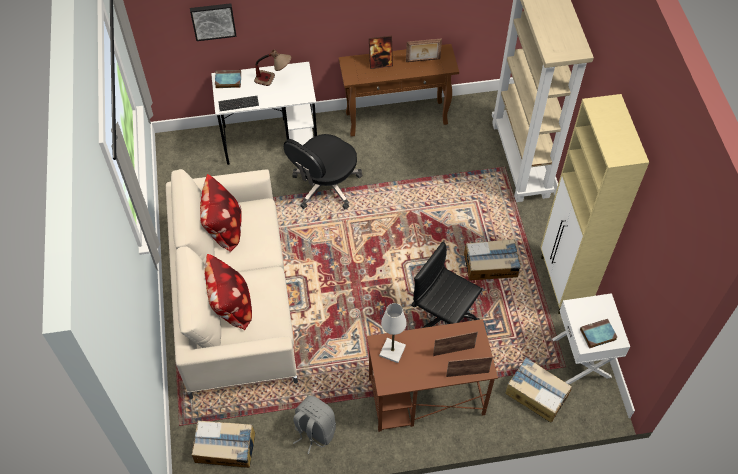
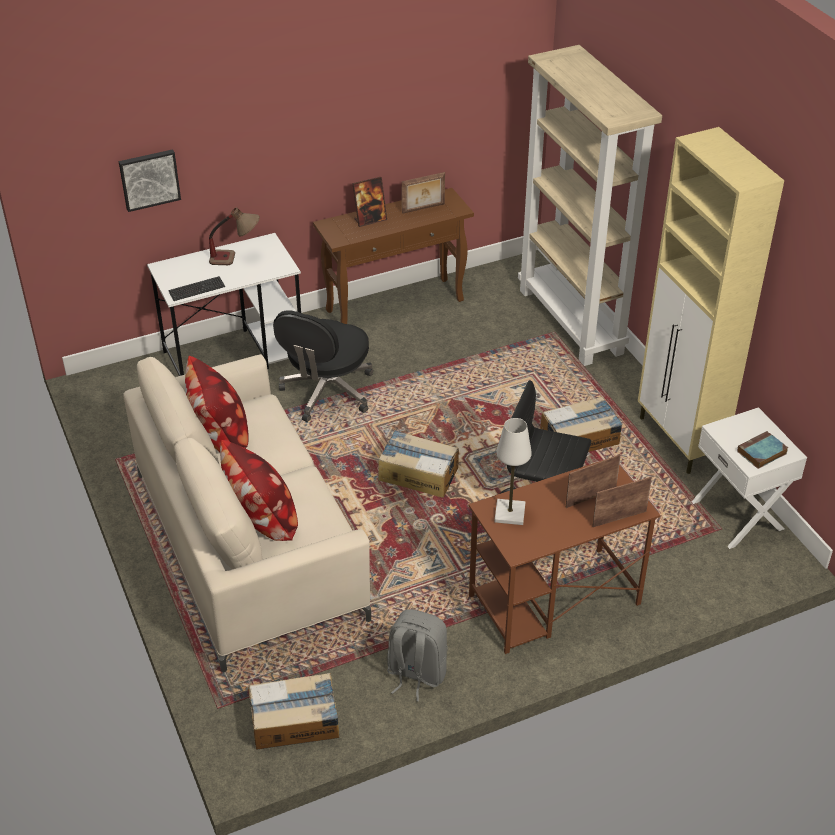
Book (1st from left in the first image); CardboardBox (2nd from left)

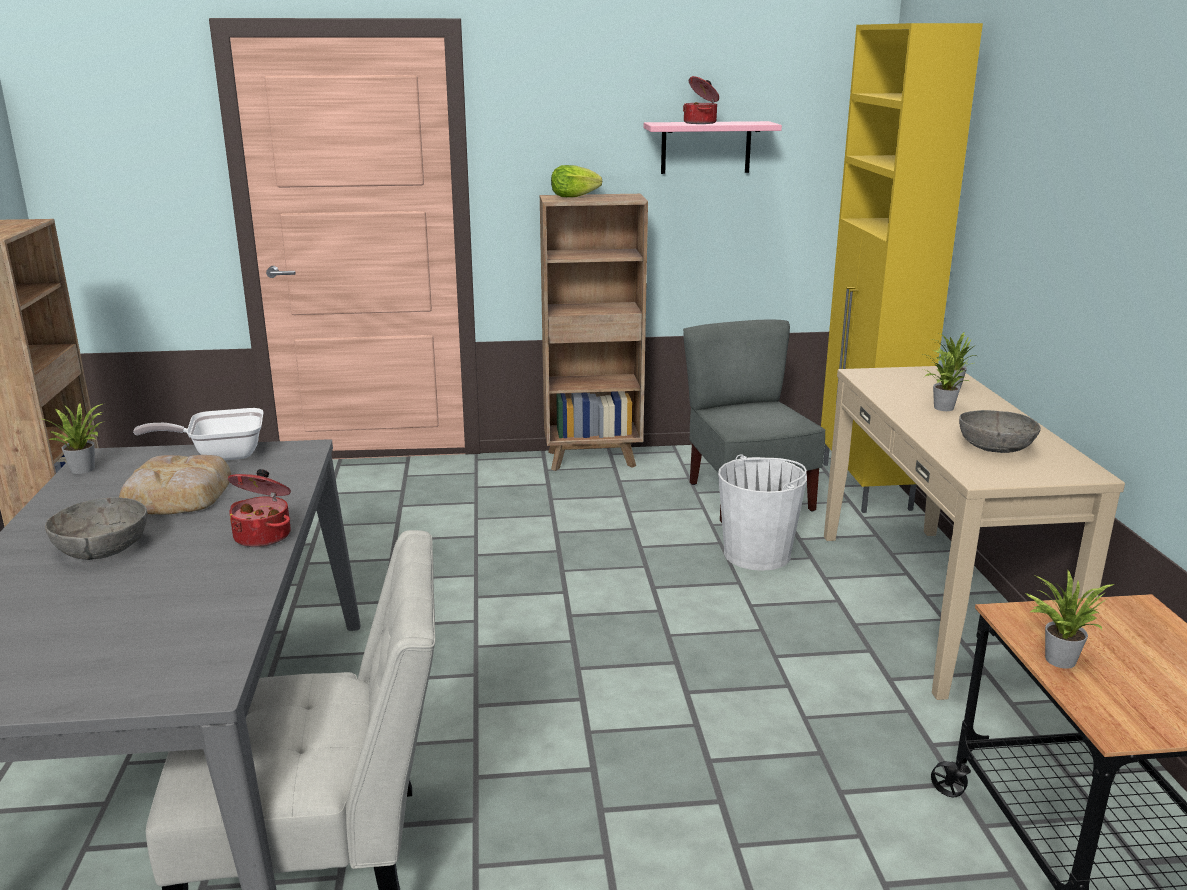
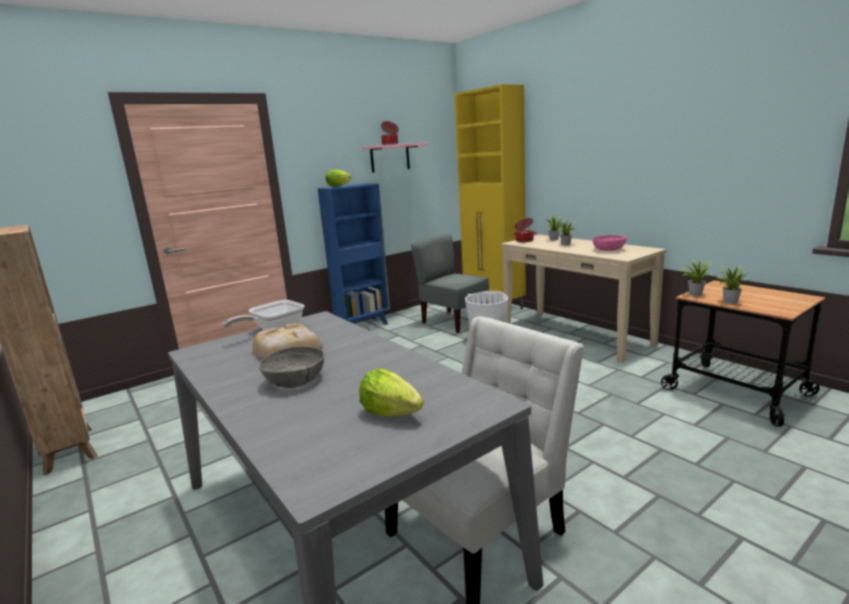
PottedPlant (3rd from left); CookingPot (2nd from left); BlueBookcase; PinkBowl; Lettuce (2nd from left)

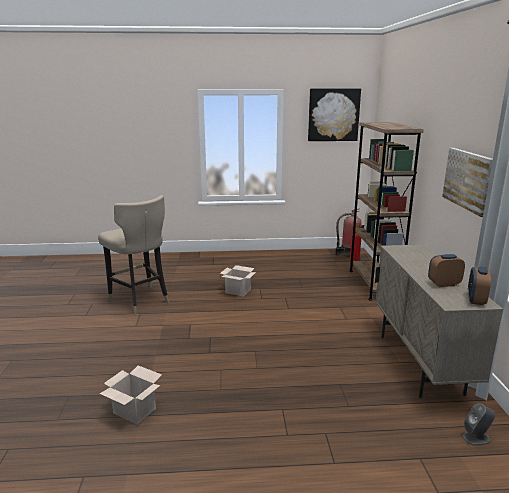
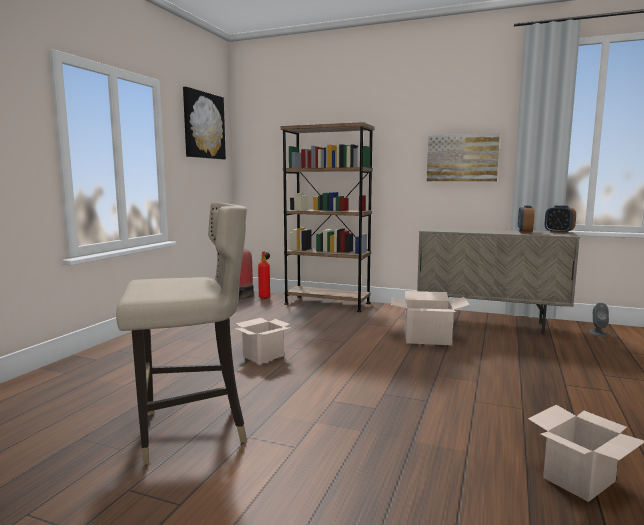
CardboardBox (2nd from left)

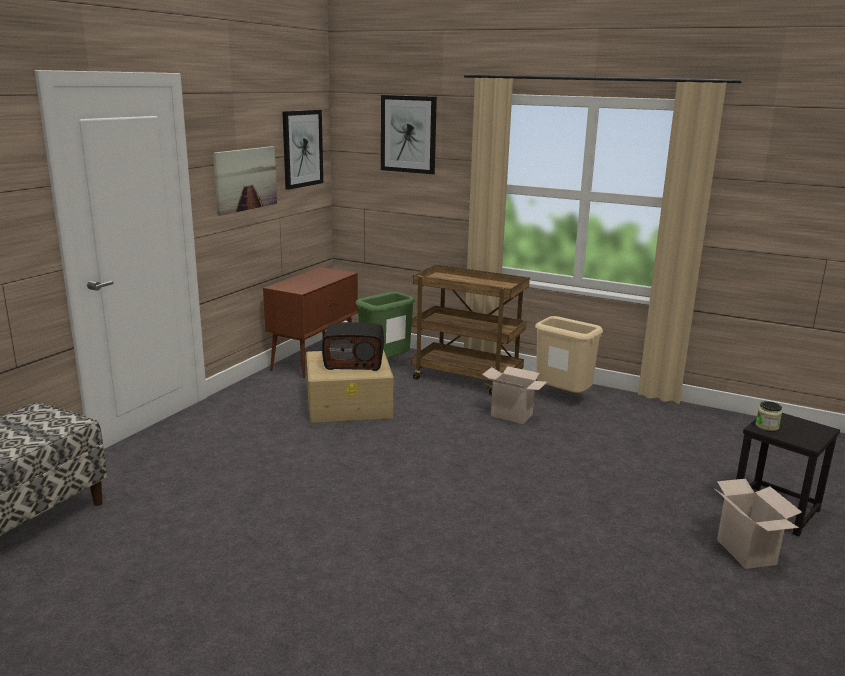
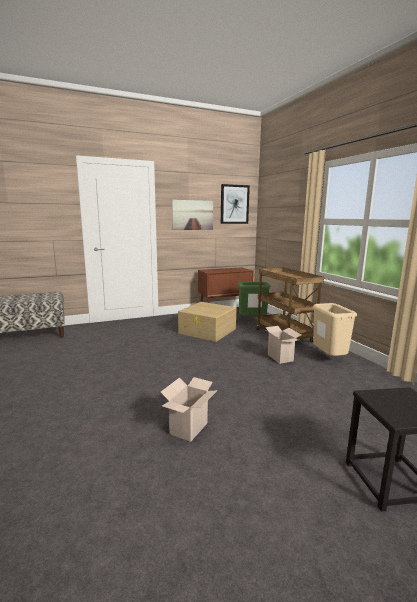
Radio; Picture (3rd from left in the first image); CardboardBox (1st from left); Jar

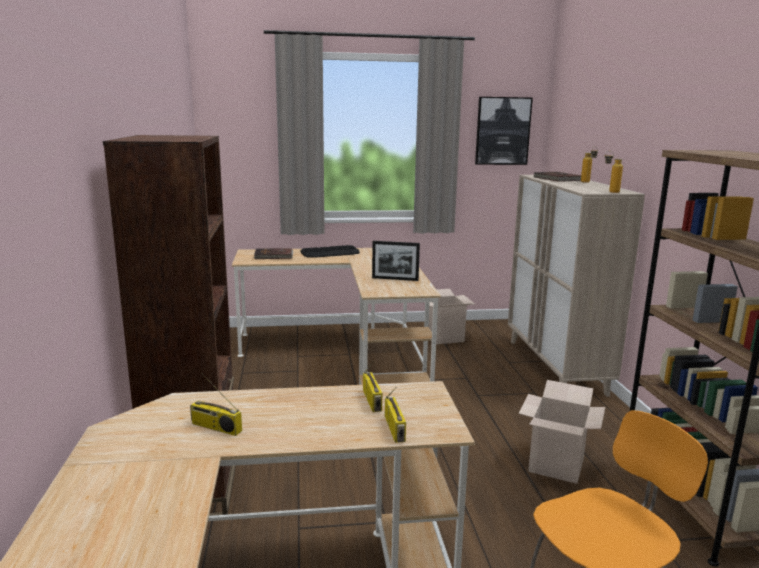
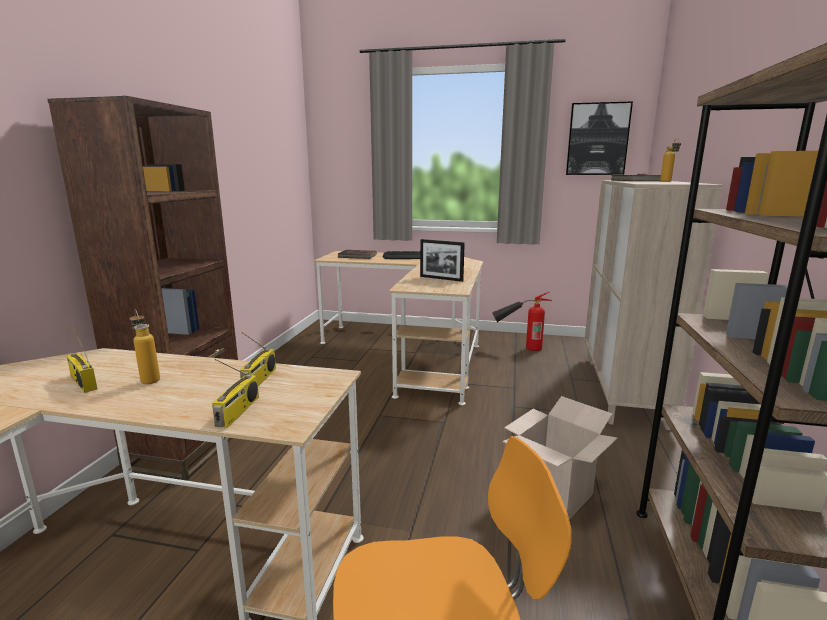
FireExtinguisher; Bottle (1st from left)

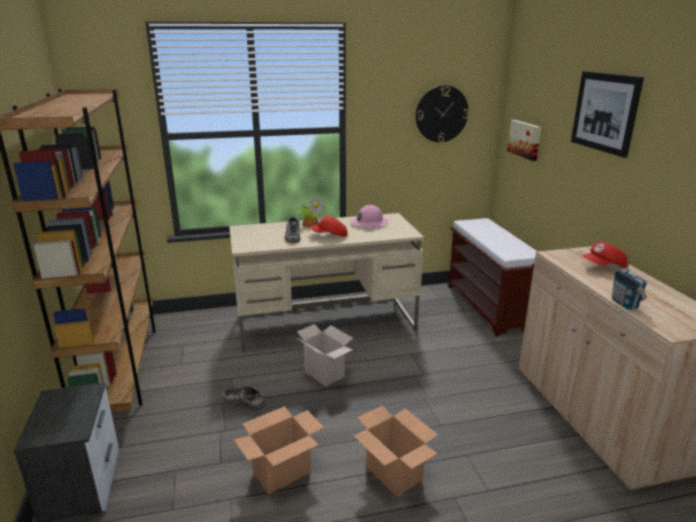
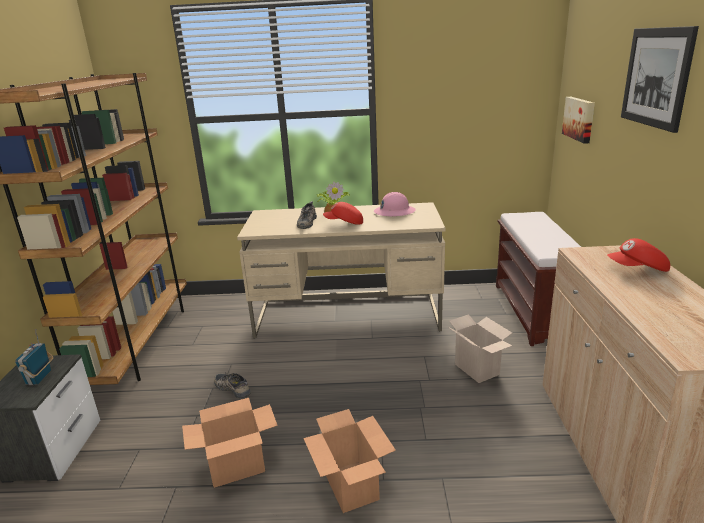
CardboardBox (3rd from left); WallClock; Radio

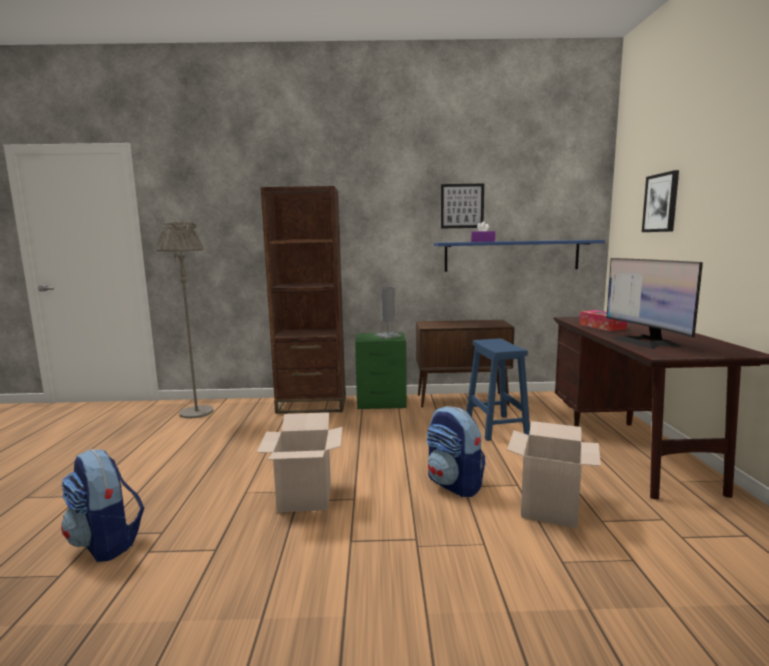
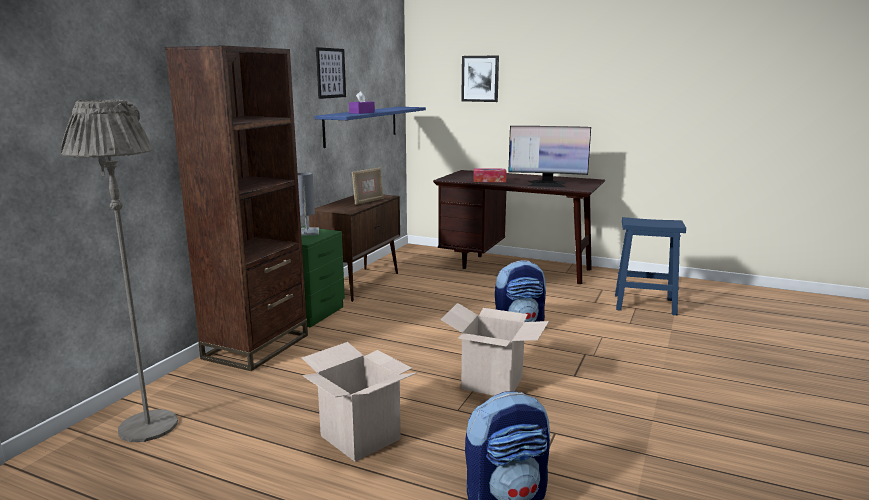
BlueStool; CardboardBox (1st from left); PictureFrame

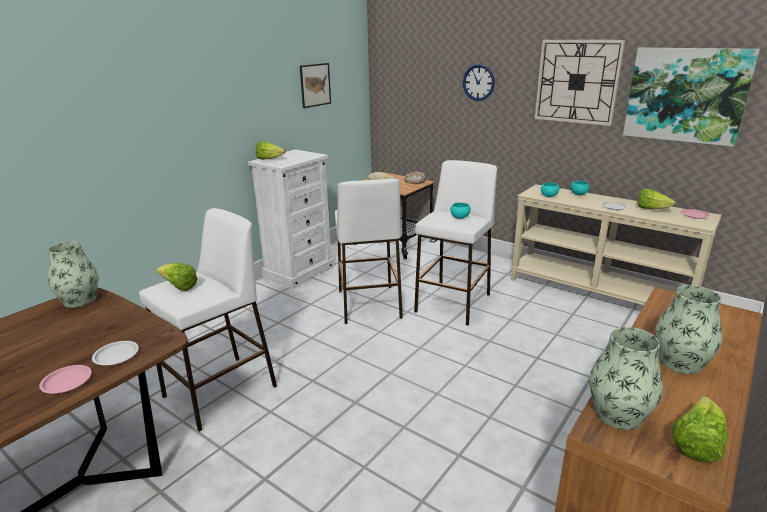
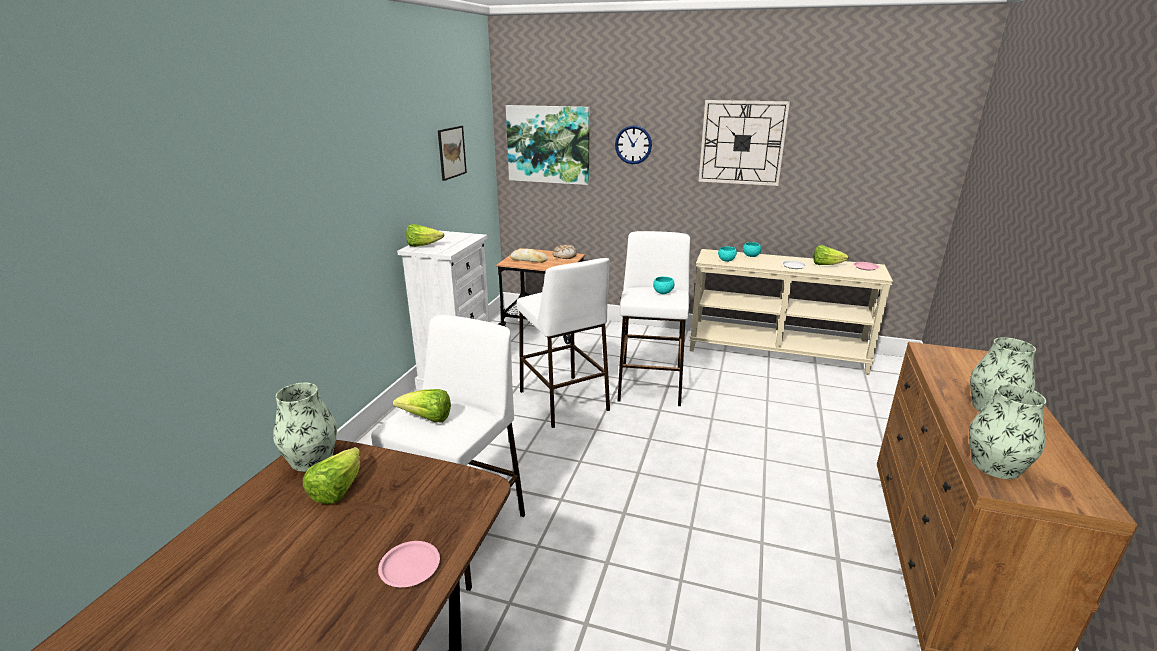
WhitePlate (1st from left in the first image); Picture (2nd from left); Lettuce (1st from left)

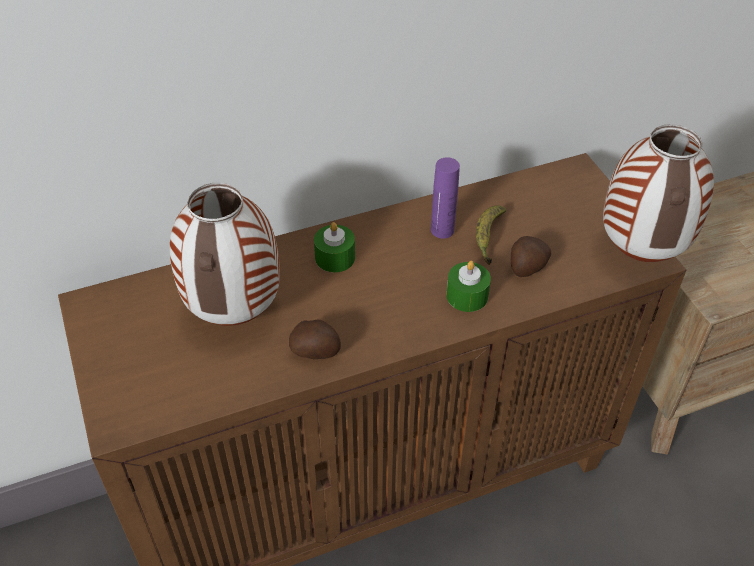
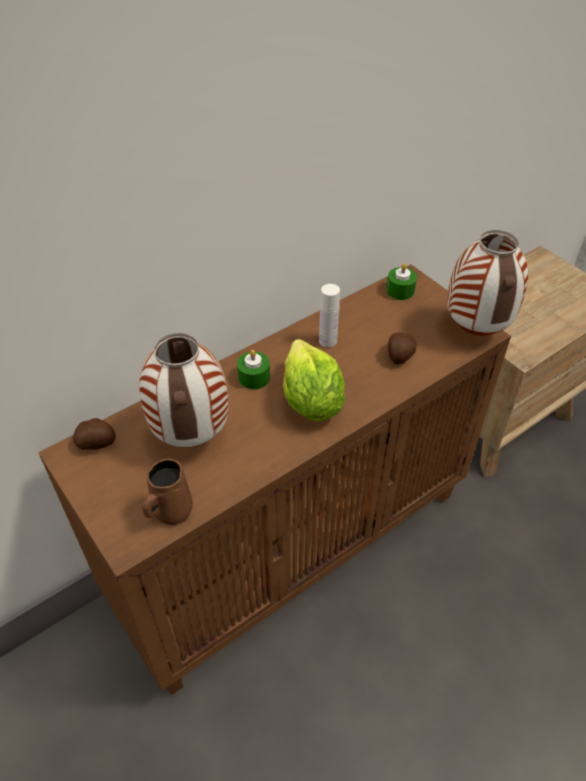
Potato (1st from left); WhiteBottle; GreenCandle (2nd from left); Banana; BrownMug; Lettuce

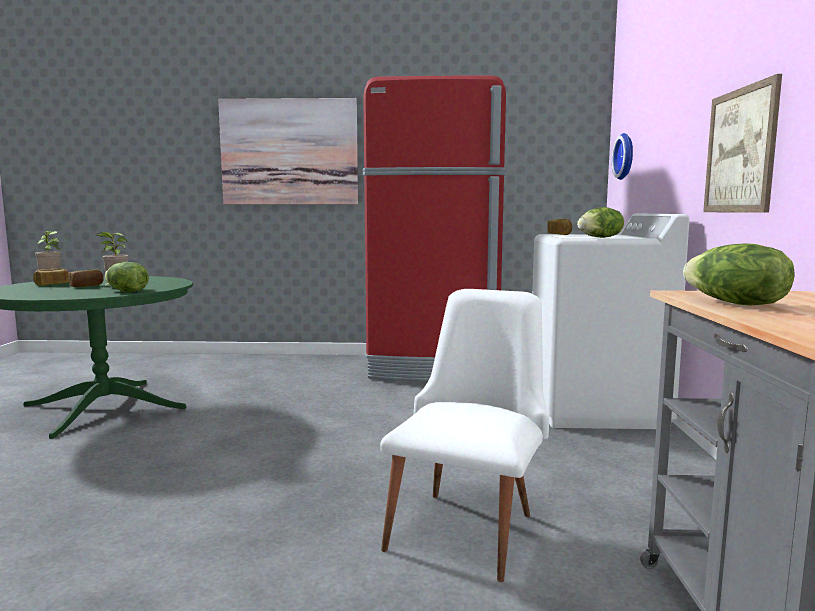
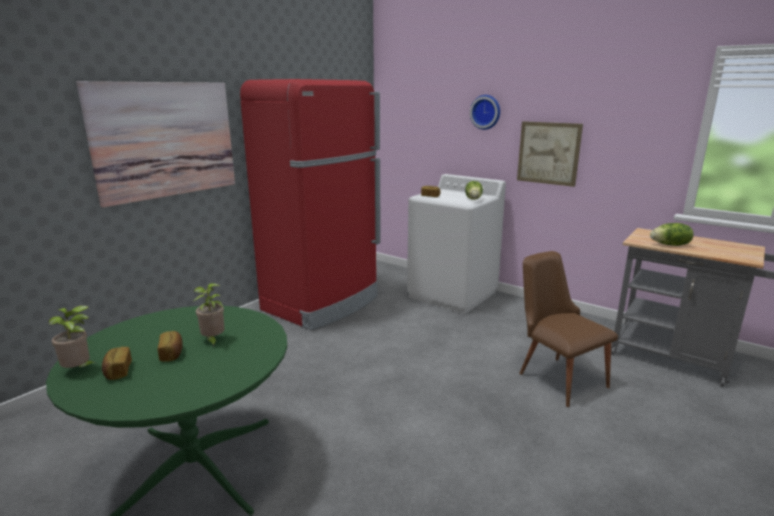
Lettuce (1st from left in the first image); BrownChair; WallClock

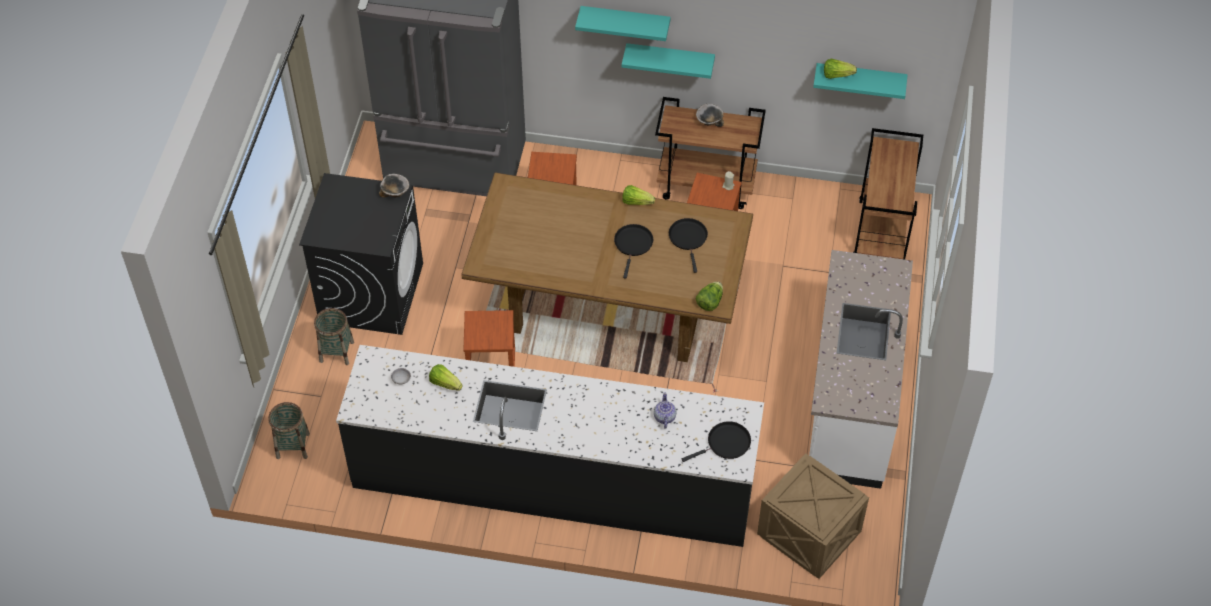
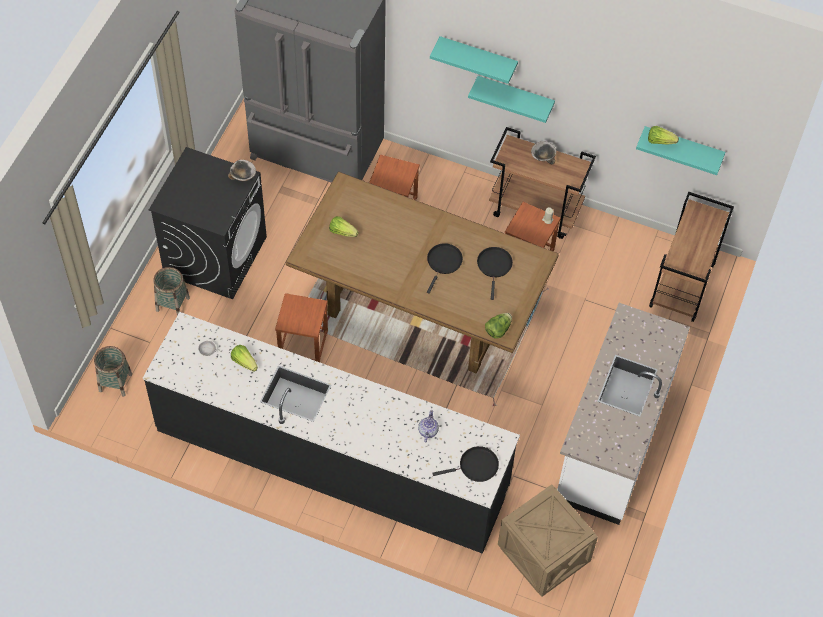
Lettuce (2nd from left)

